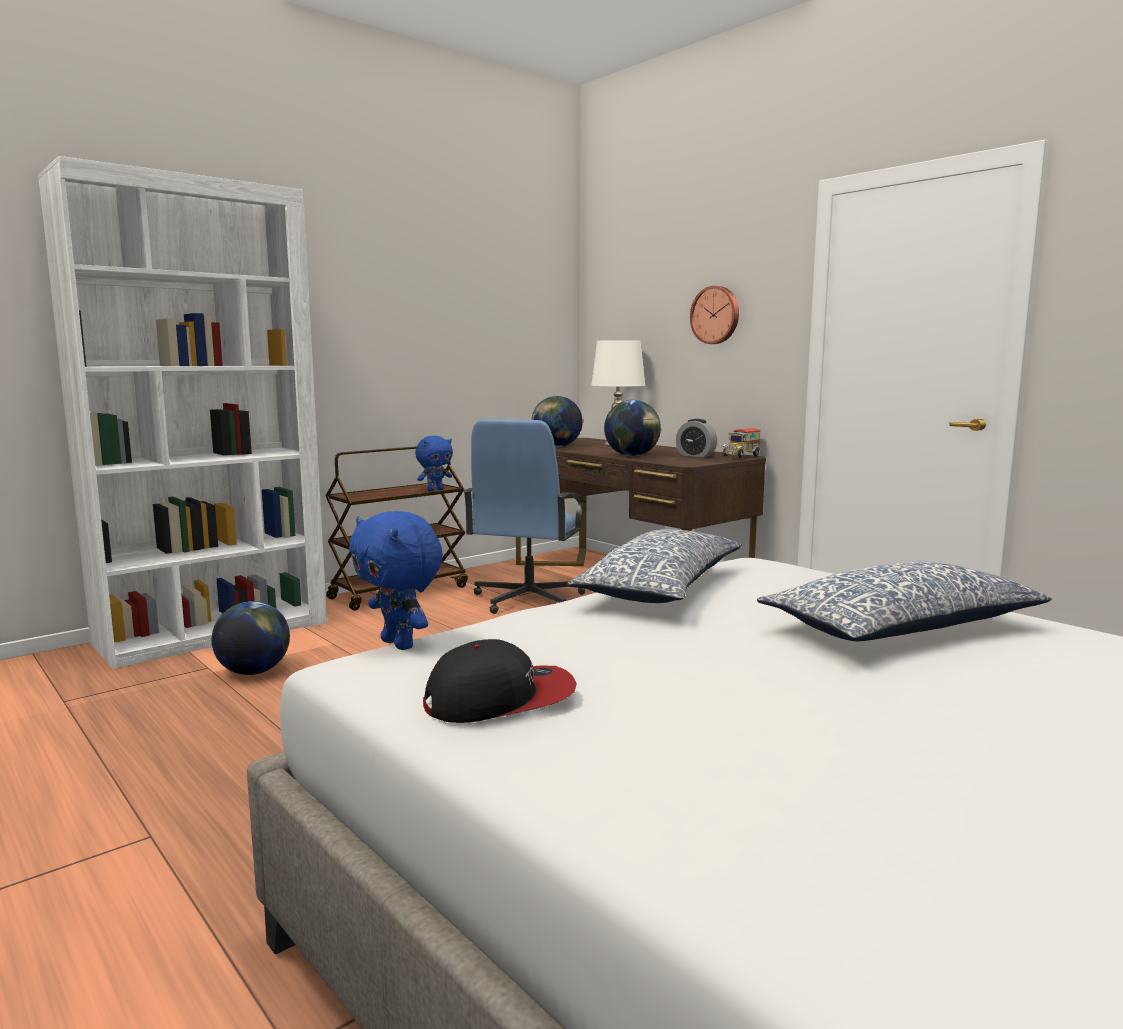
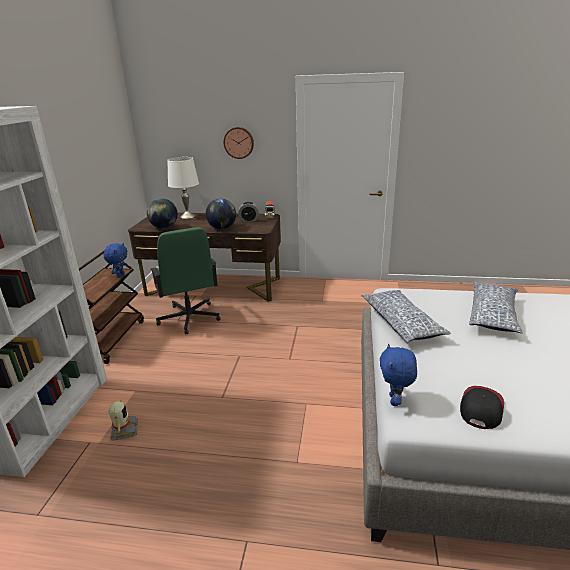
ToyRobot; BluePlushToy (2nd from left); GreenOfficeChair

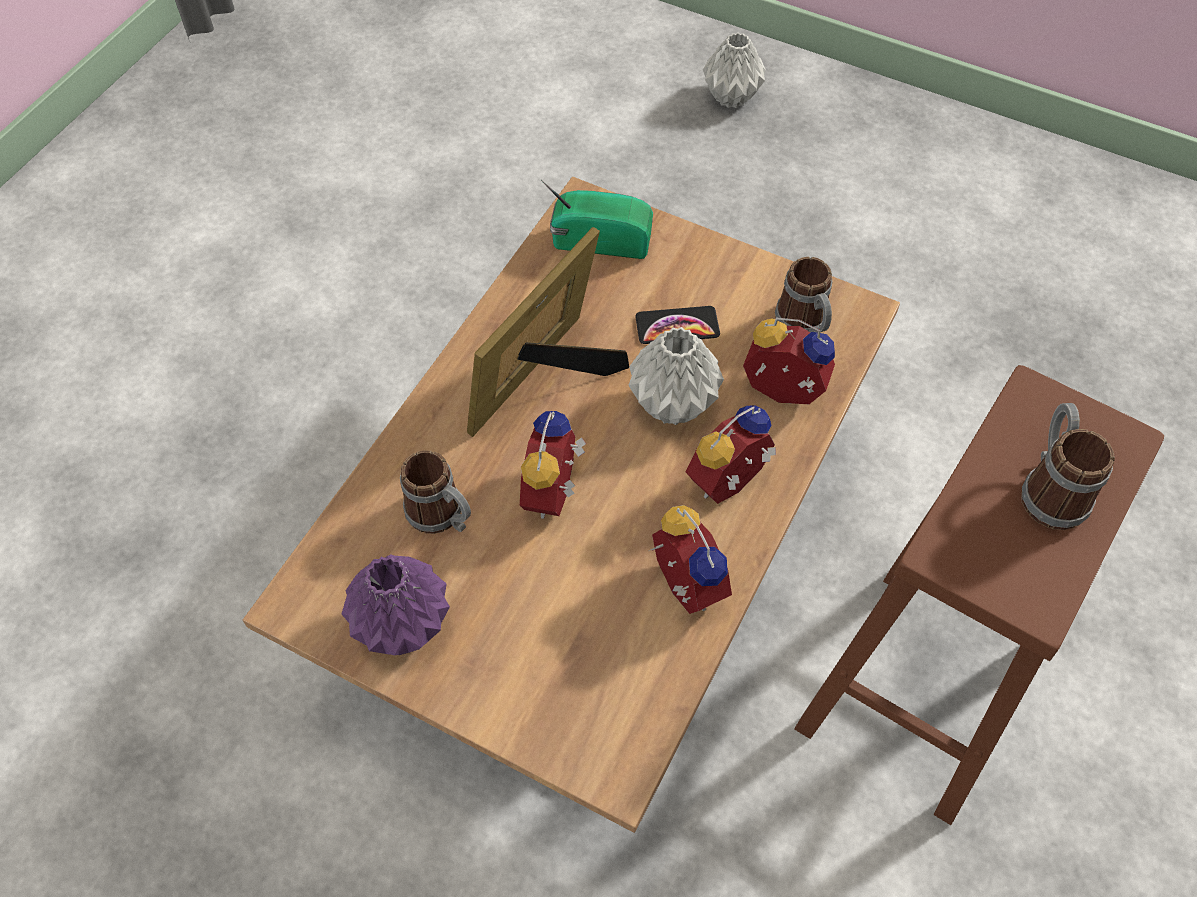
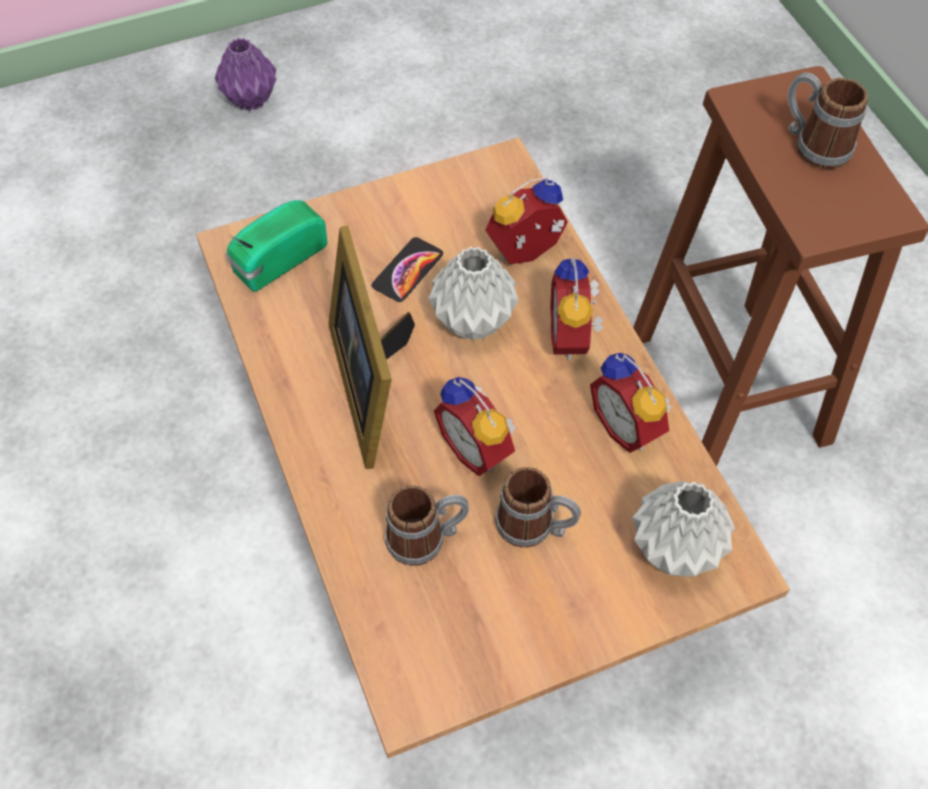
PurpleVase; AlarmClock (4th from left); GreyVase (2nd from left); Mug (2nd from left)

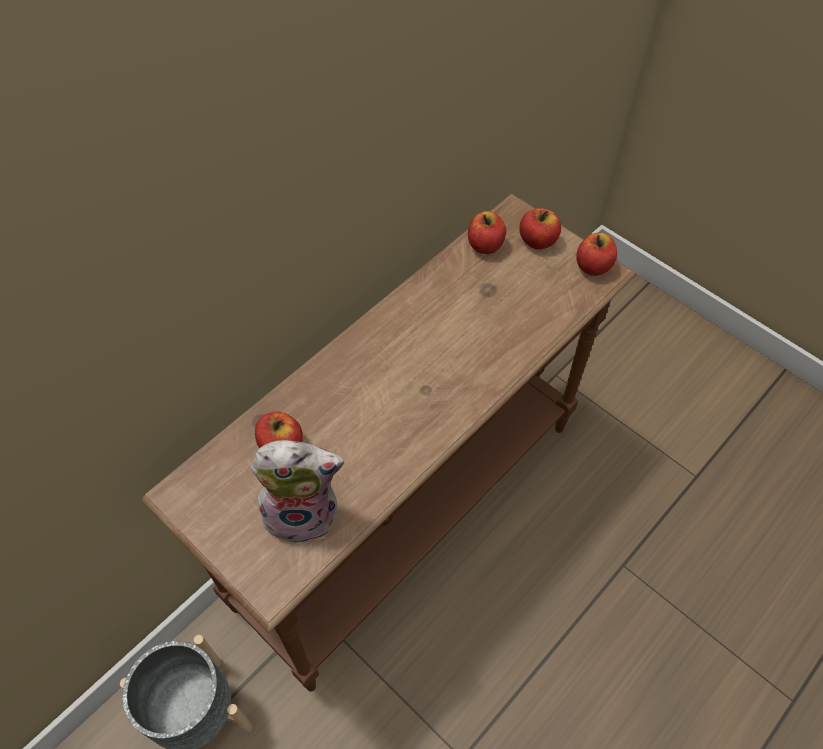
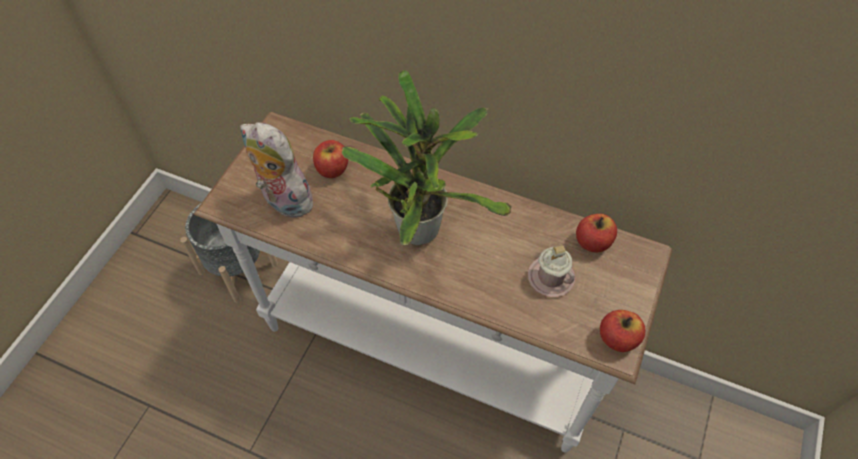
WhiteConsoleTable; PlushToy; Apple (3rd from left in the first image); PottedPlant; PinkMug

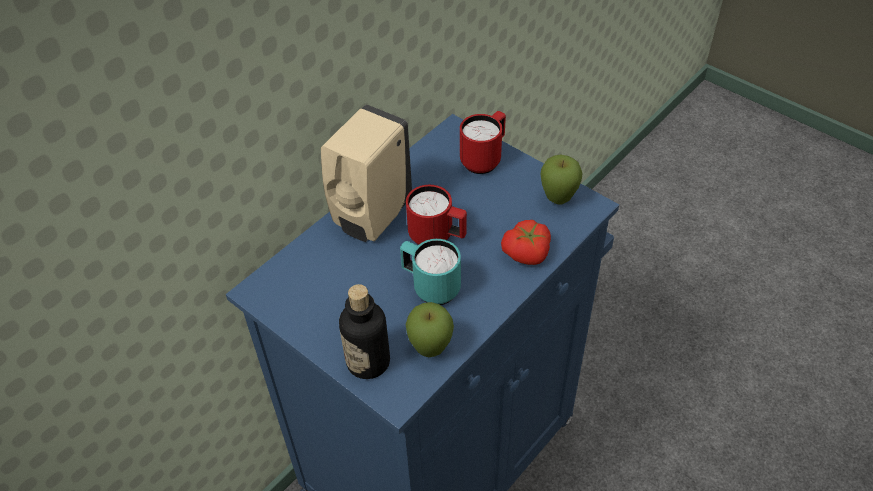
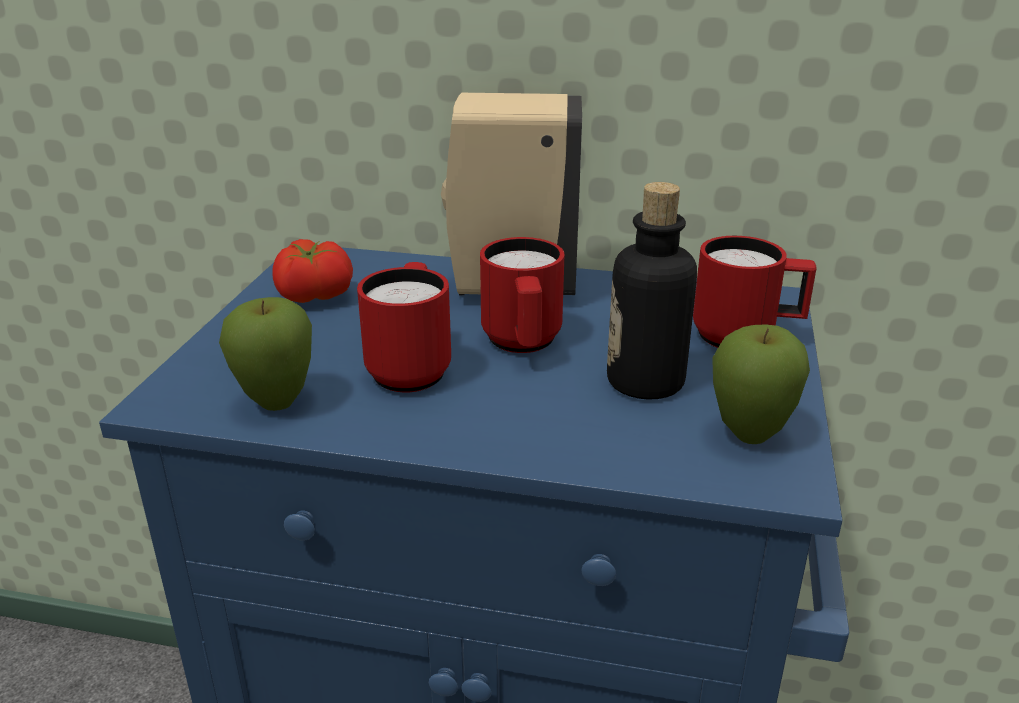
Bottle; RedMug (1st from left); Tomato

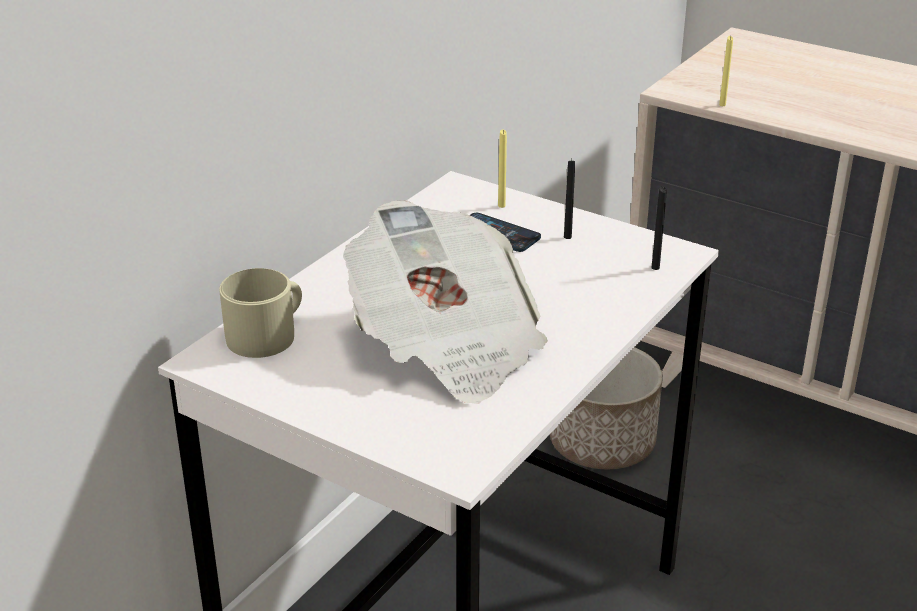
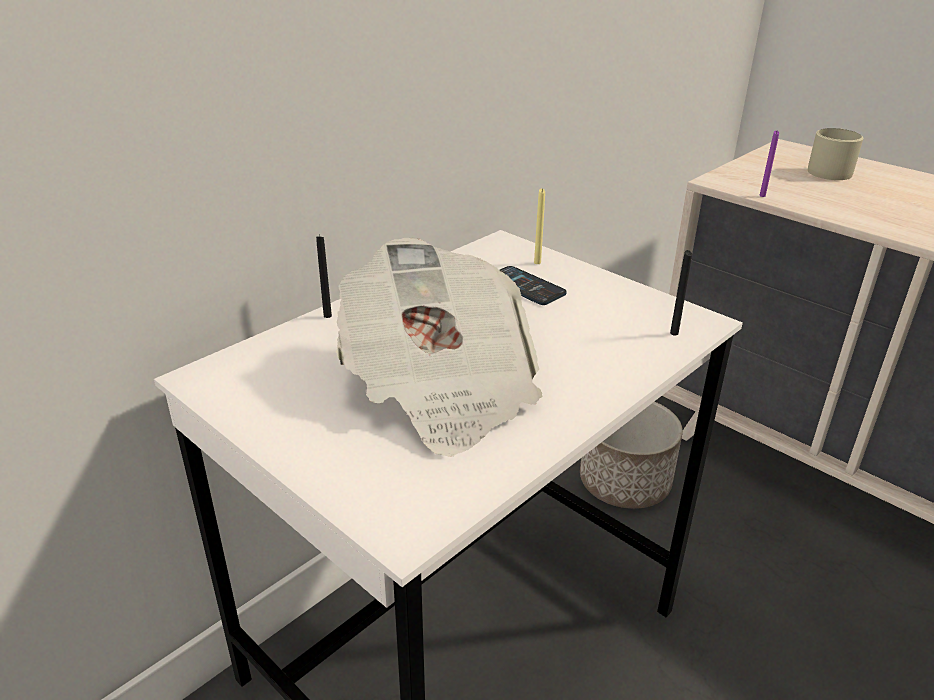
BeigeMug; BlackCandle (1st from left); PurpleCandle

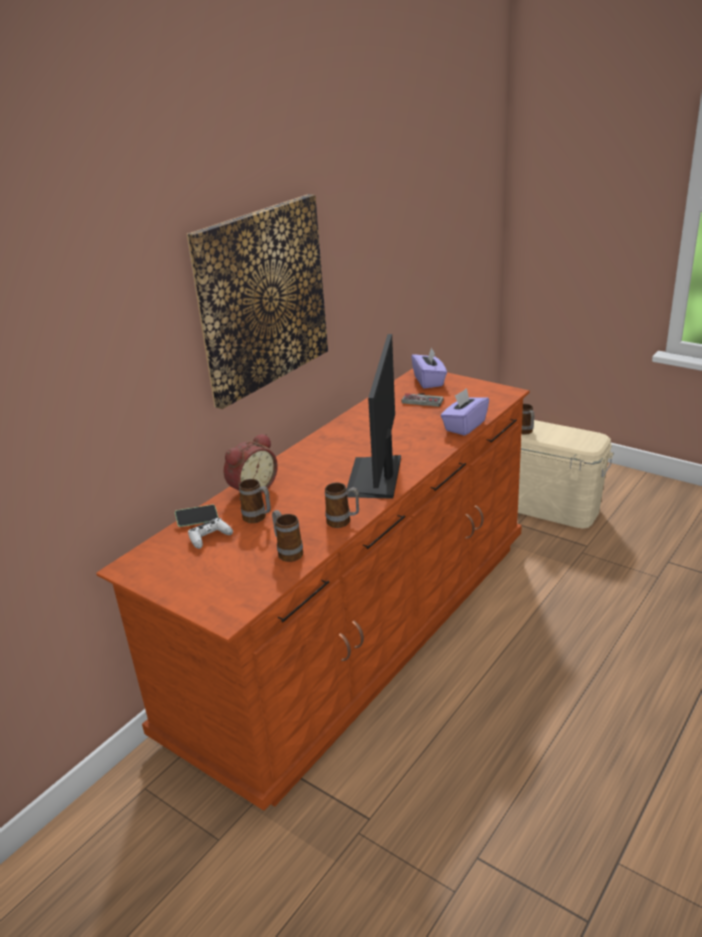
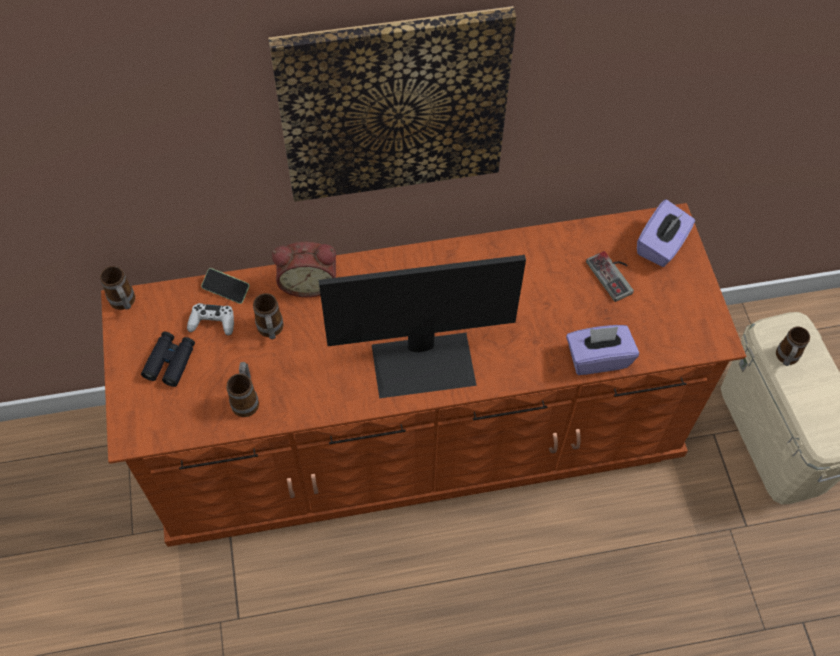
Mug (1st from left); Monitor; BlackBinoculars

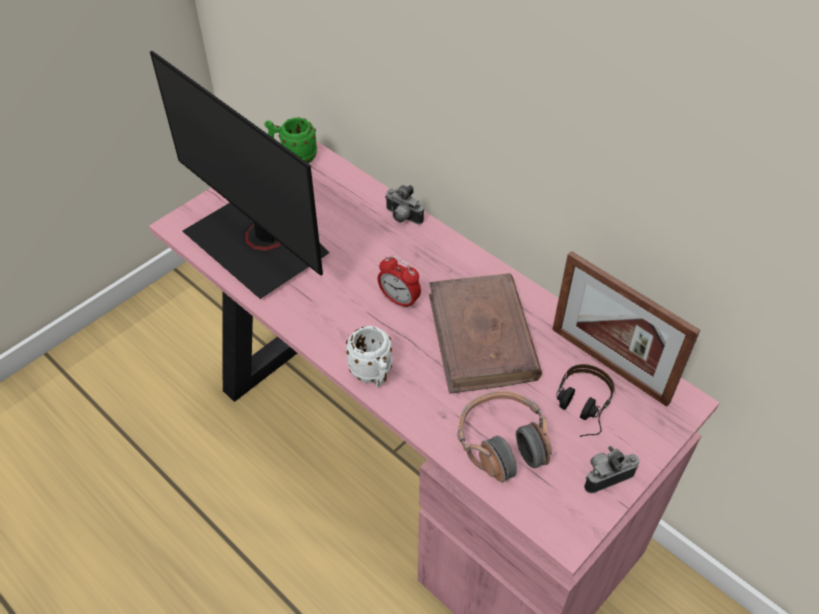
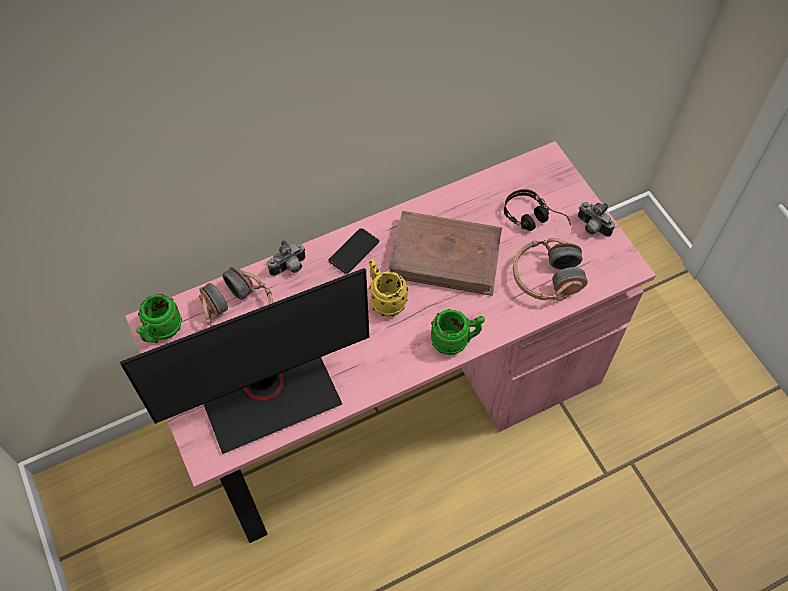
GreenMug (2nd from left); YellowMug; PictureFrame; PhotoCamera (2nd from left); Headphones (1st from left); Phone

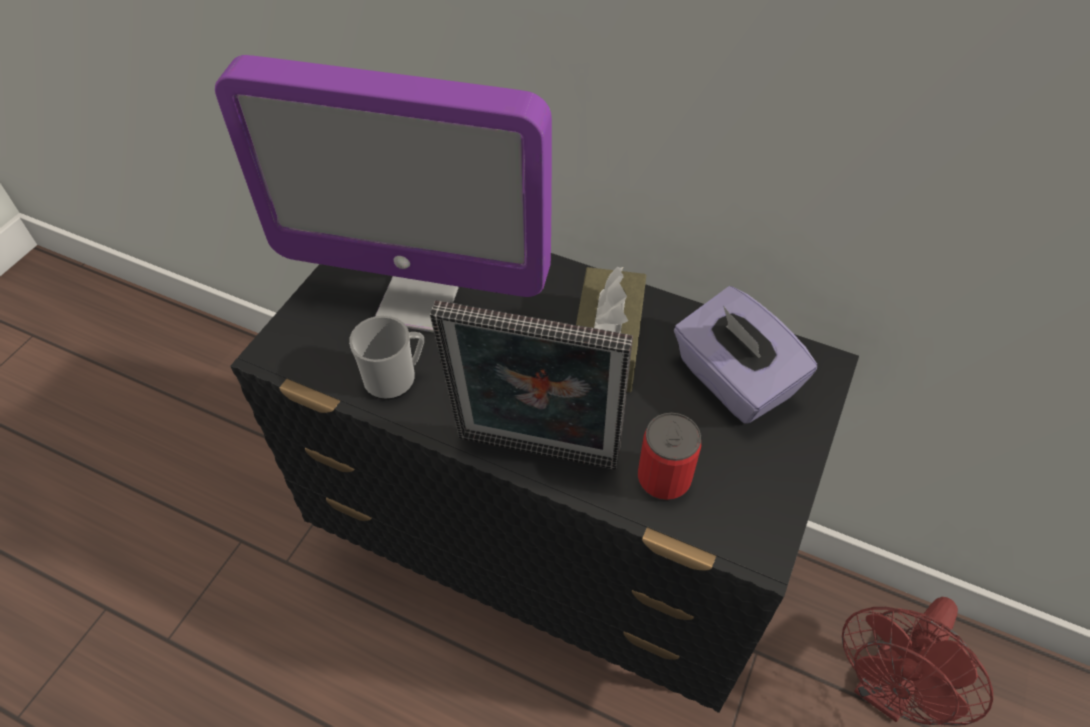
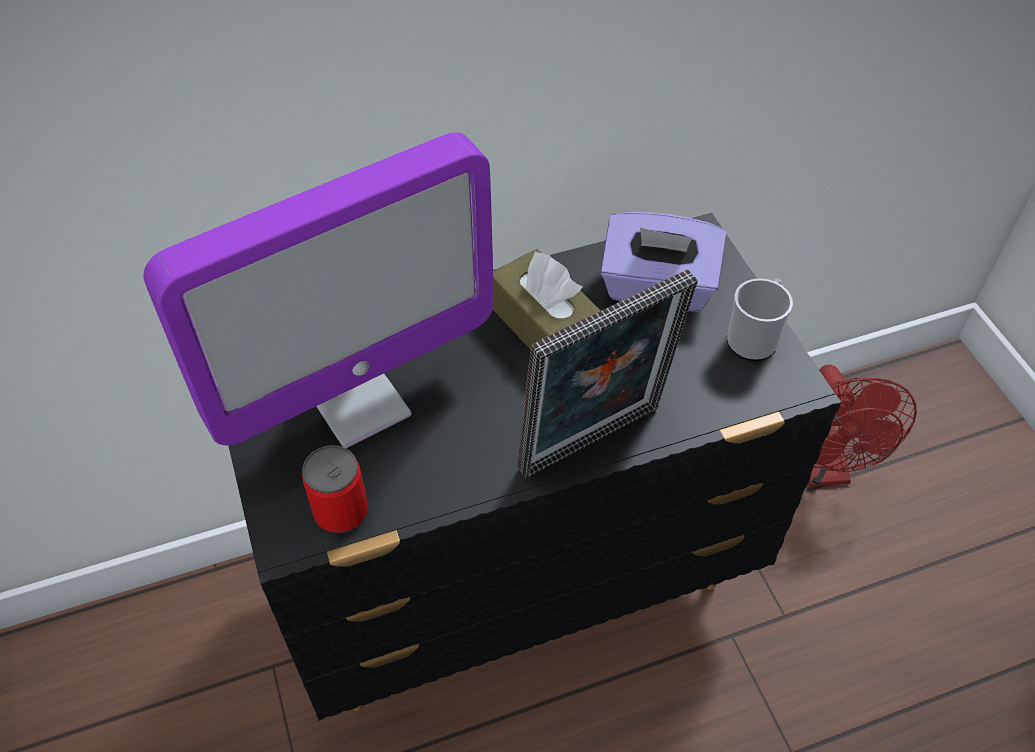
Mug; Can

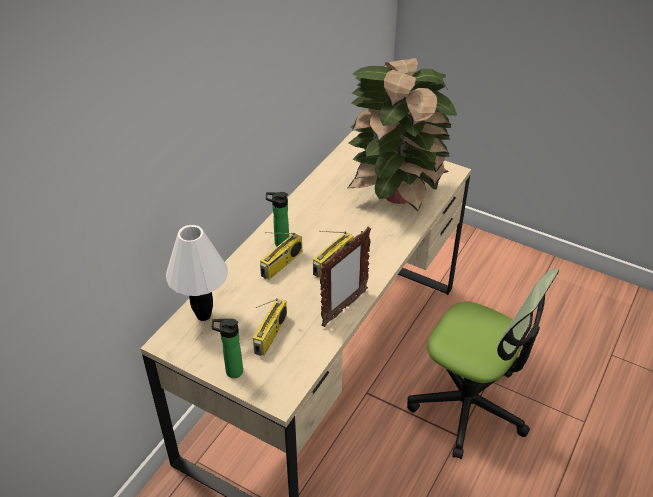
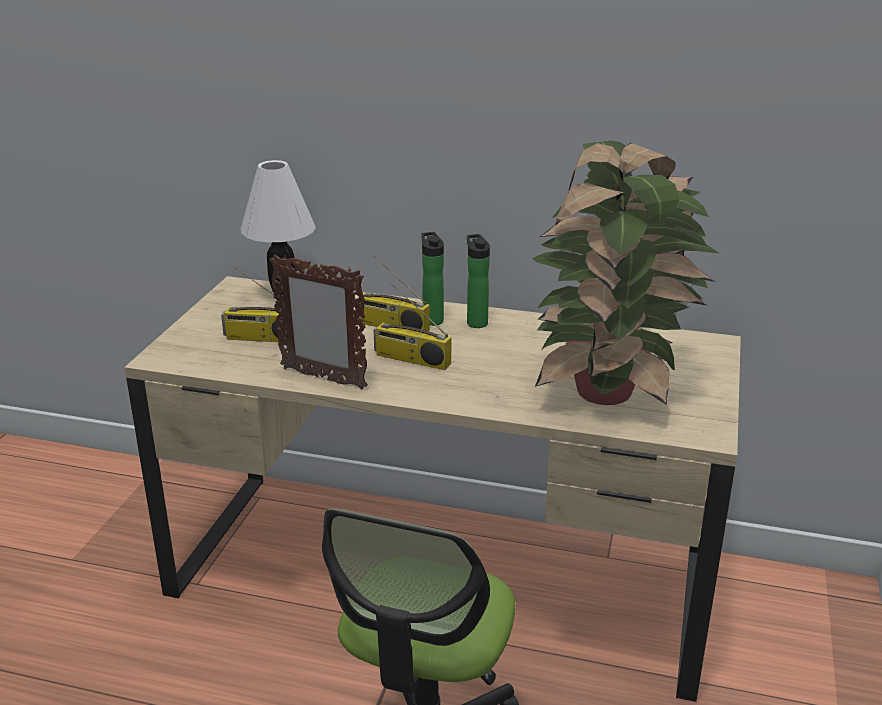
Bottle (2nd from left)

